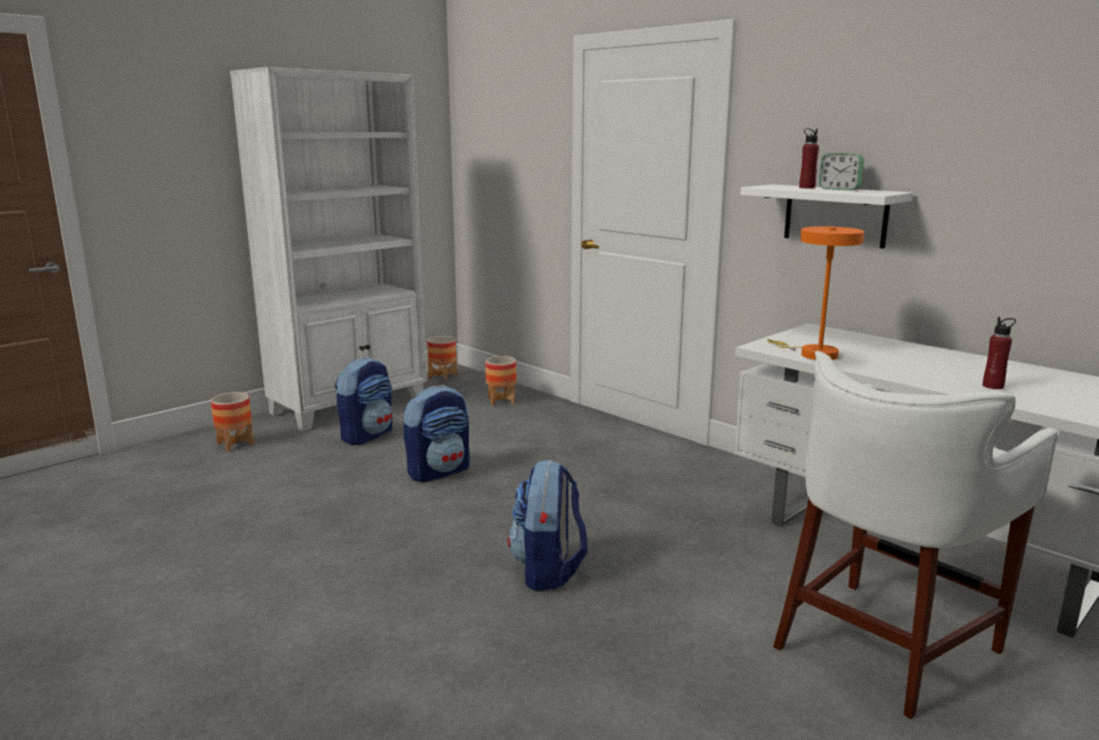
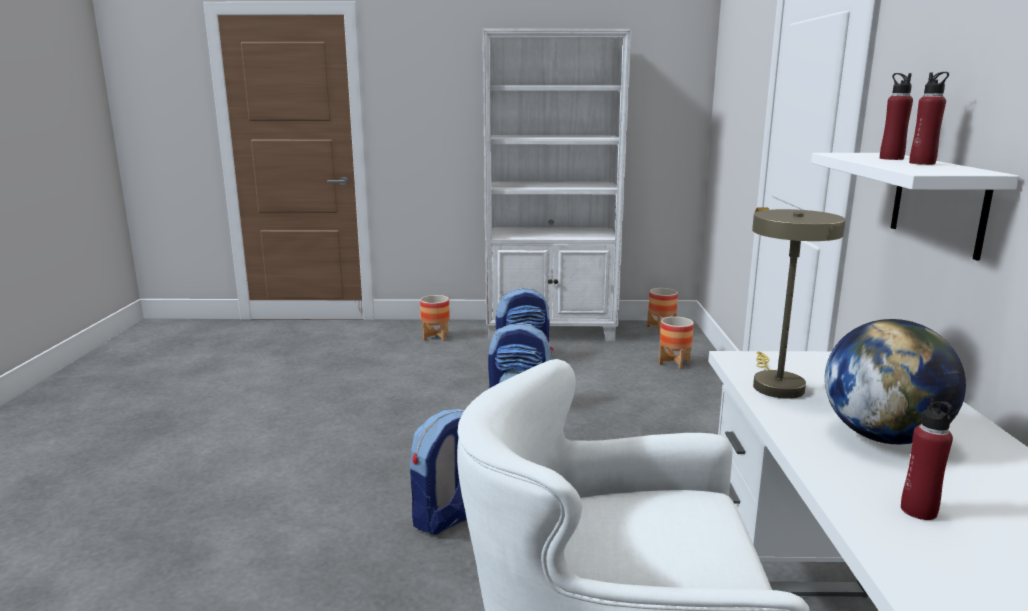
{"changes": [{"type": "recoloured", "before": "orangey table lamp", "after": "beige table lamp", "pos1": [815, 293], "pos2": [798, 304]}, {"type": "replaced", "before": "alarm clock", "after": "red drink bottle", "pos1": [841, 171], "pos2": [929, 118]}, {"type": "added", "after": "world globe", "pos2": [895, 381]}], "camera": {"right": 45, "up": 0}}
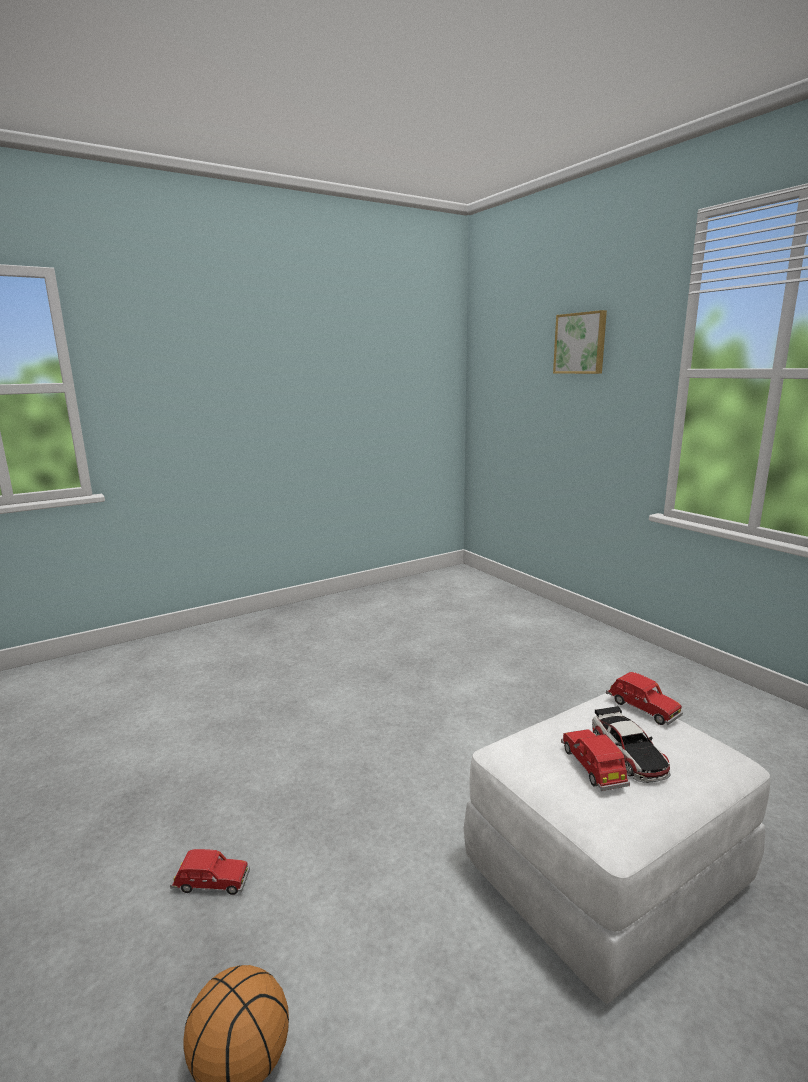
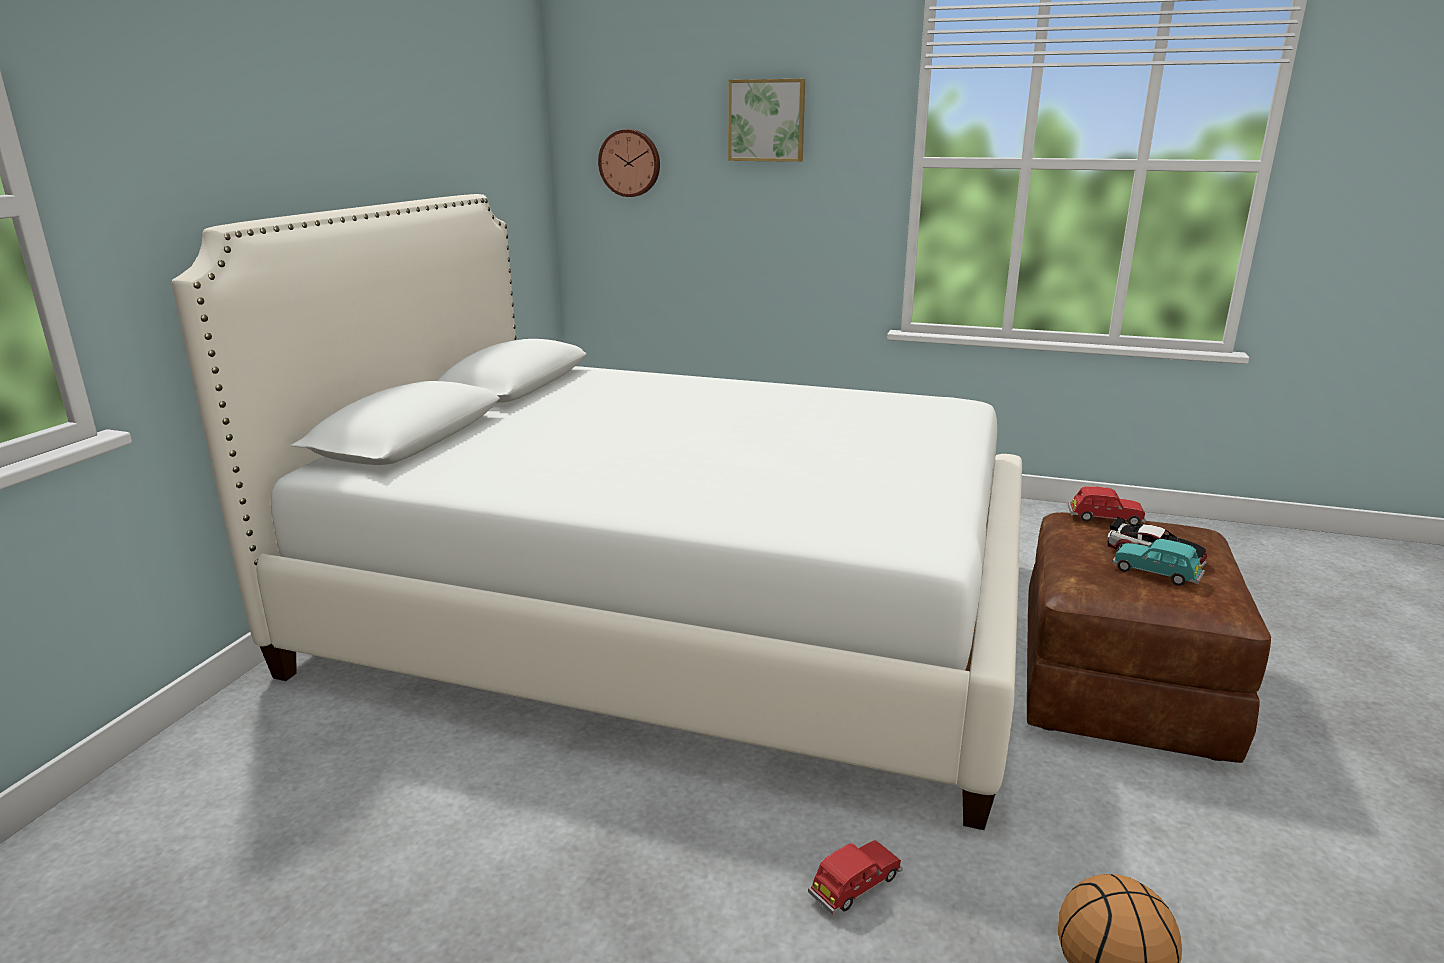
{"changes": [{"type": "recoloured", "before": "whitish pouffe", "after": "brown-coloured pouffe", "pos1": [617, 848], "pos2": [1149, 637]}, {"type": "recoloured", "before": "red toy car", "after": "turquoise-coloured toy car", "pos1": [595, 760], "pos2": [1158, 562]}, {"type": "added", "after": "whitish bedroom bed", "pos2": [596, 512]}, {"type": "added", "after": "clock on the wall", "pos2": [629, 163]}], "camera": {"right": -40, "up": 5}}
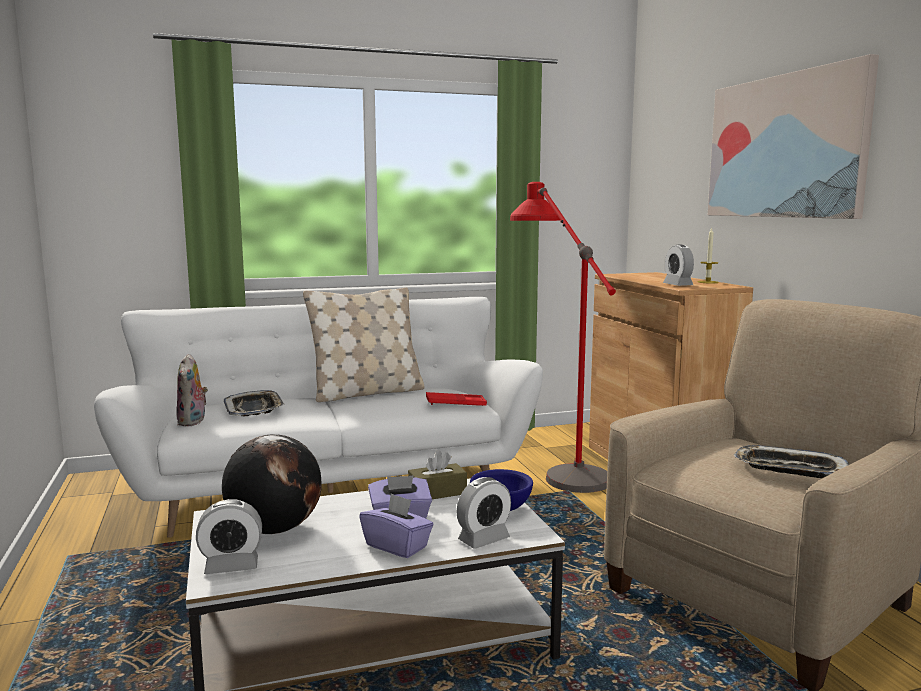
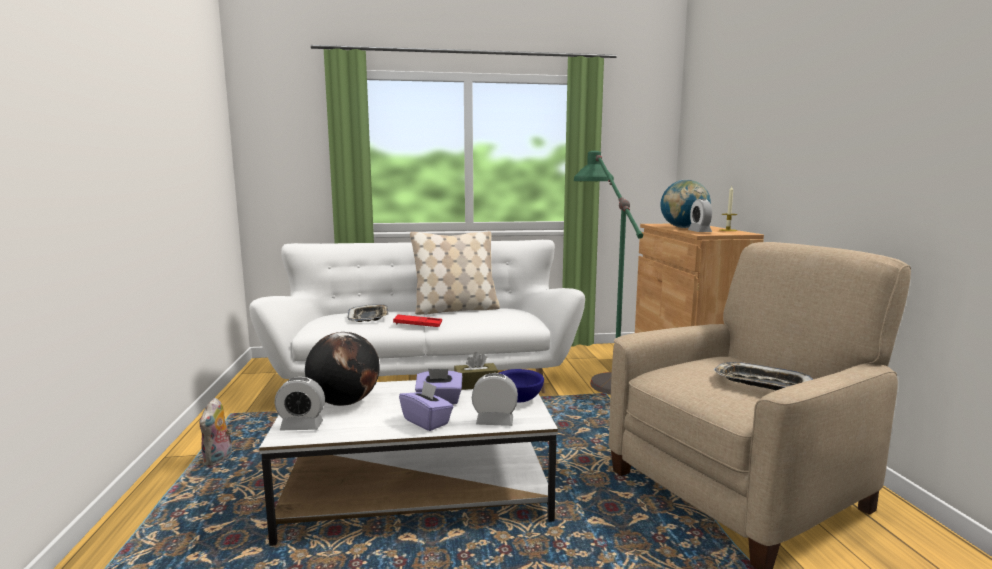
{"changes": [{"type": "moved", "before": "plush toy", "pos1": [192, 389], "pos2": [215, 432]}, {"type": "moved", "before": "red serving tray", "pos1": [456, 399], "pos2": [417, 320]}, {"type": "turned", "before": "alarm clock", "pos1": [484, 513], "pos2": [495, 399], "turn": -150}, {"type": "recoloured", "before": "red standard lamp", "after": "greenish standard lamp", "pos1": [563, 337], "pos2": [608, 273]}, {"type": "removed", "before": "wall art", "pos1": [793, 136]}, {"type": "added", "after": "world globe", "pos2": [685, 204]}], "camera": {"right": 10, "up": 0}}
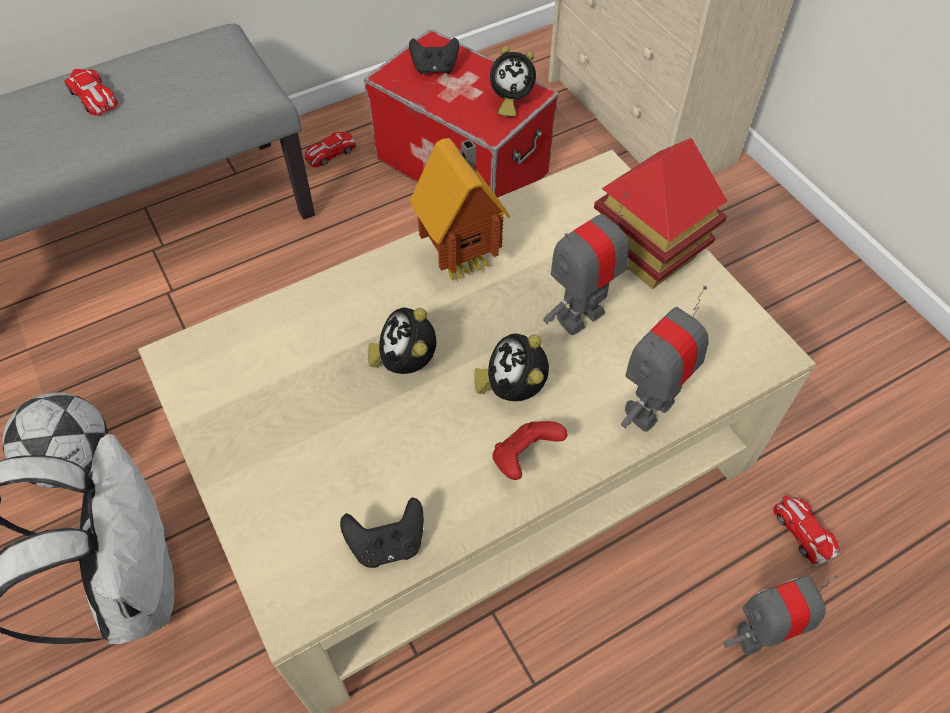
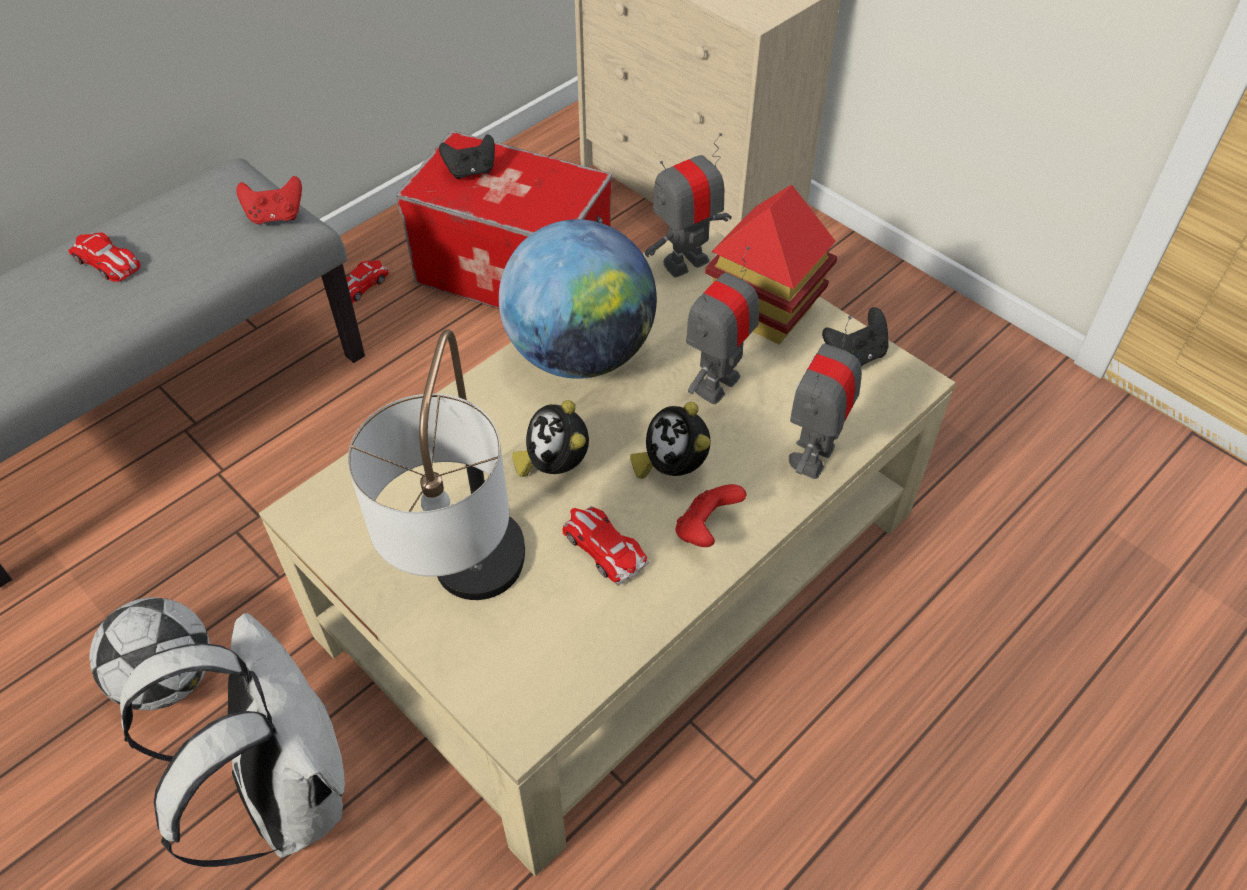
{"changes": [{"type": "moved", "before": "black game controller", "pos1": [382, 533], "pos2": [855, 336]}, {"type": "replaced", "before": "model house", "after": "world globe", "pos1": [460, 210], "pos2": [578, 299]}, {"type": "removed", "before": "alarm clock", "pos1": [513, 81]}, {"type": "moved", "before": "model robot", "pos1": [780, 615], "pos2": [688, 205]}, {"type": "moved", "before": "toy car", "pos1": [807, 531], "pos2": [606, 546]}, {"type": "added", "after": "red game controller", "pos2": [269, 200]}, {"type": "added", "after": "table lamp", "pos2": [436, 464]}], "camera": {"right": -15, "up": -5}}
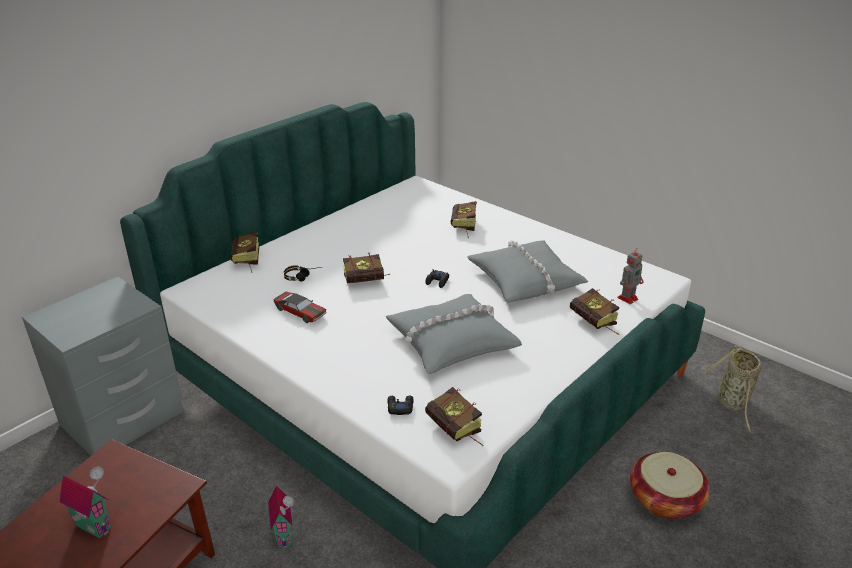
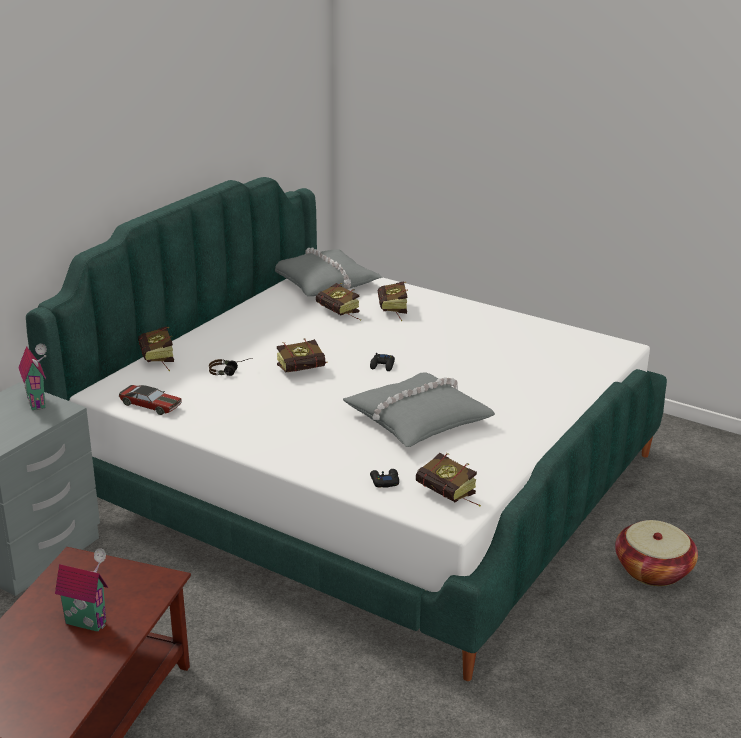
{"changes": [{"type": "moved", "before": "model house", "pos1": [281, 517], "pos2": [32, 377]}, {"type": "moved", "before": "toy car", "pos1": [300, 307], "pos2": [150, 400]}, {"type": "moved", "before": "gray throw pillow", "pos1": [527, 271], "pos2": [328, 272]}, {"type": "moved", "before": "book", "pos1": [594, 311], "pos2": [338, 302]}, {"type": "removed", "before": "model robot", "pos1": [630, 276]}, {"type": "removed", "before": "storage basket", "pos1": [732, 389]}], "camera": {"right": -10, "up": -5}}
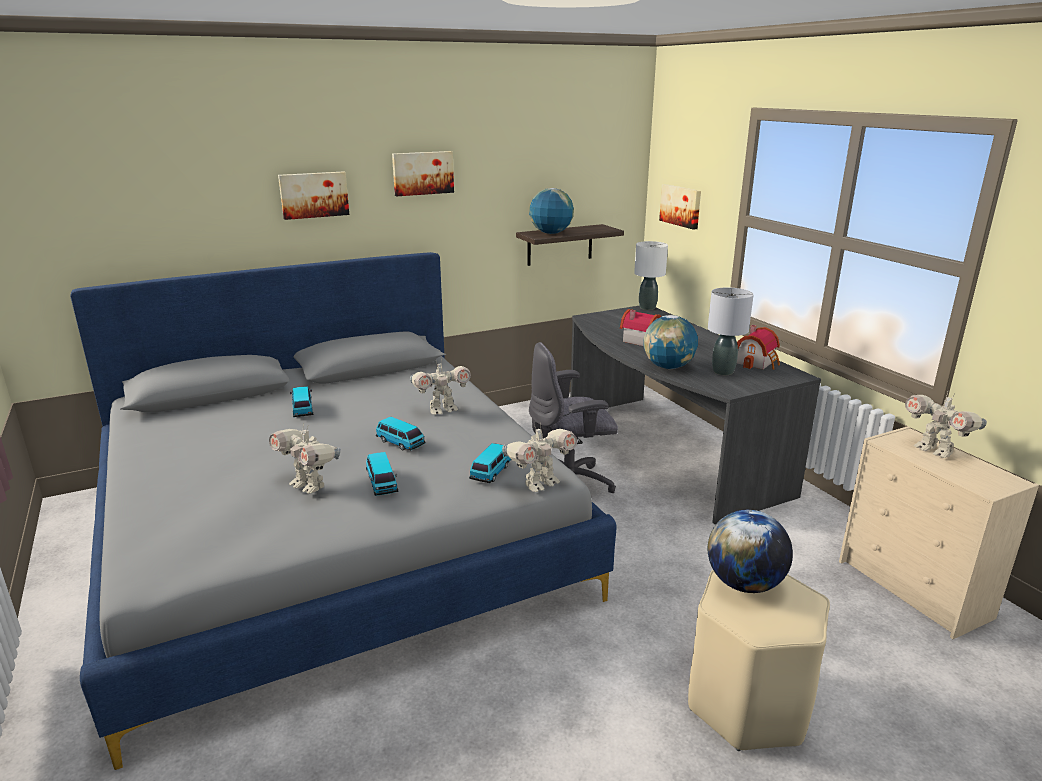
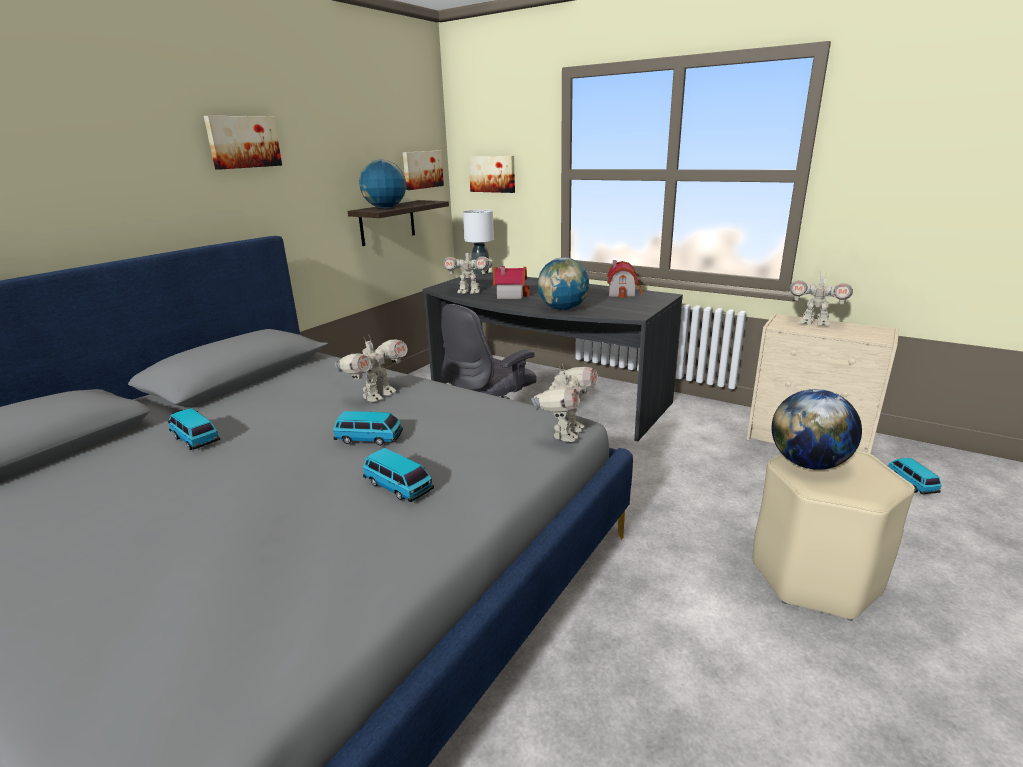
{"changes": [{"type": "moved", "before": "model robot", "pos1": [305, 458], "pos2": [468, 271]}, {"type": "moved", "before": "wall art", "pos1": [313, 195], "pos2": [423, 170]}, {"type": "moved", "before": "toy car", "pos1": [490, 463], "pos2": [914, 476]}, {"type": "removed", "before": "gray table lamp", "pos1": [731, 331]}], "camera": {"right": -30, "up": 0}}
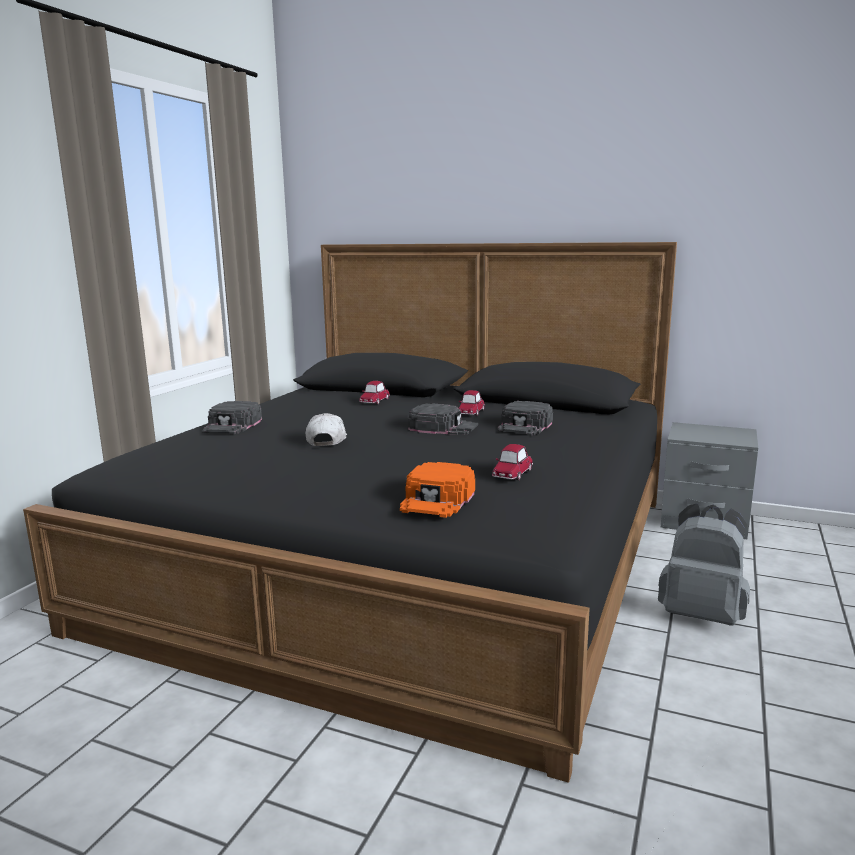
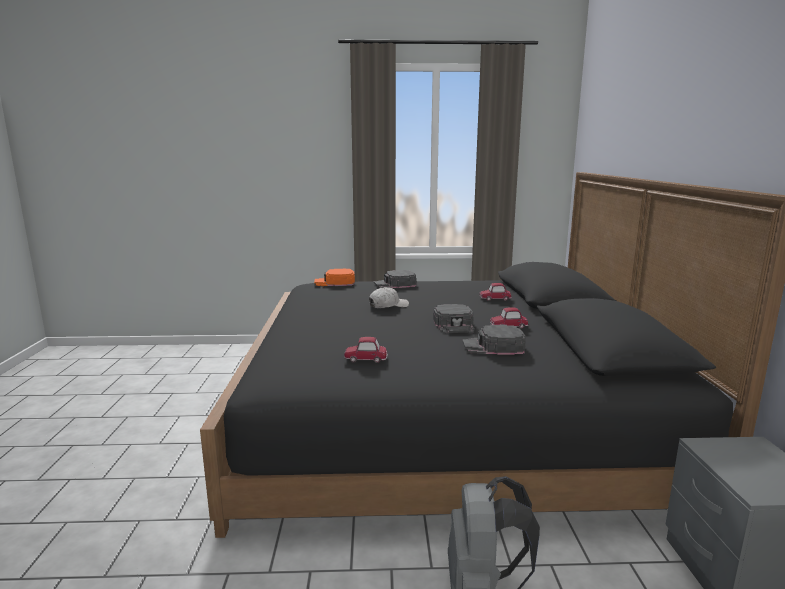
{"changes": [{"type": "moved", "before": "orangey baseball cap", "pos1": [437, 490], "pos2": [334, 277]}], "camera": {"right": 65, "up": 0}}
